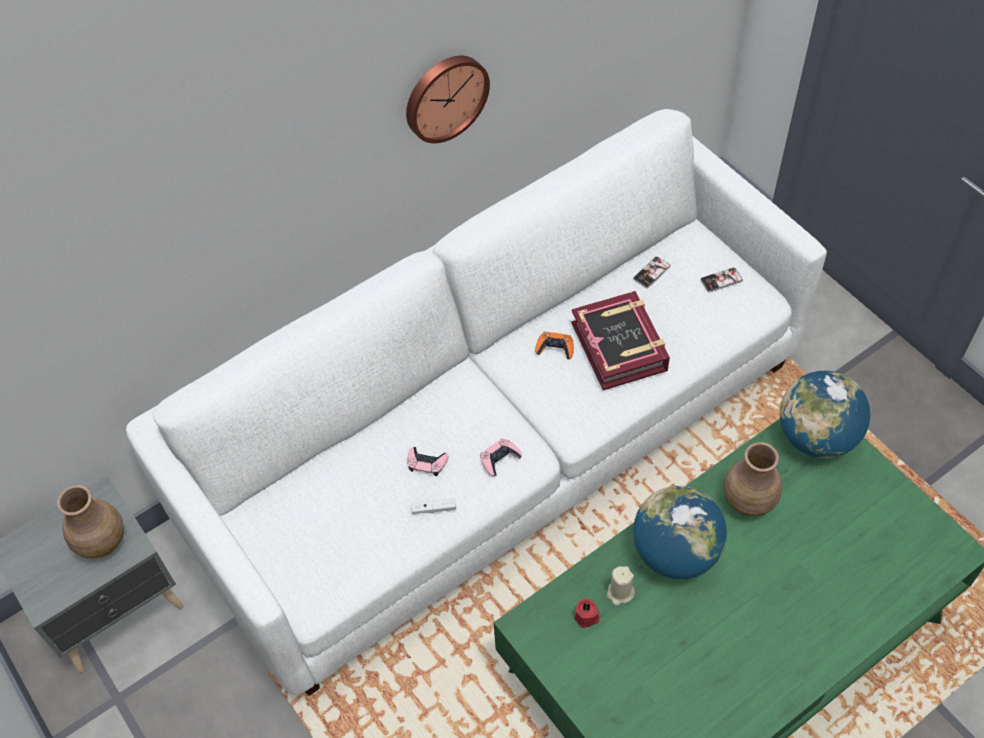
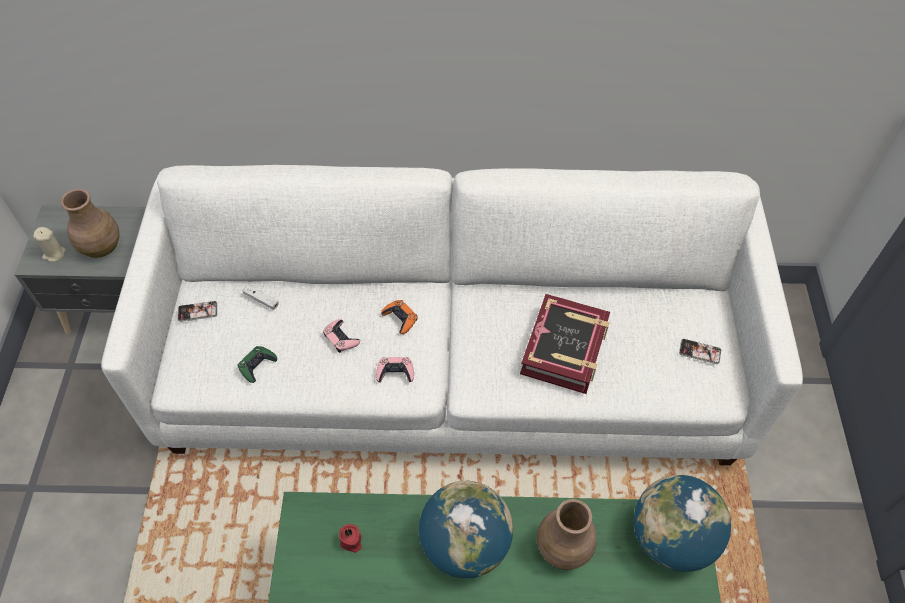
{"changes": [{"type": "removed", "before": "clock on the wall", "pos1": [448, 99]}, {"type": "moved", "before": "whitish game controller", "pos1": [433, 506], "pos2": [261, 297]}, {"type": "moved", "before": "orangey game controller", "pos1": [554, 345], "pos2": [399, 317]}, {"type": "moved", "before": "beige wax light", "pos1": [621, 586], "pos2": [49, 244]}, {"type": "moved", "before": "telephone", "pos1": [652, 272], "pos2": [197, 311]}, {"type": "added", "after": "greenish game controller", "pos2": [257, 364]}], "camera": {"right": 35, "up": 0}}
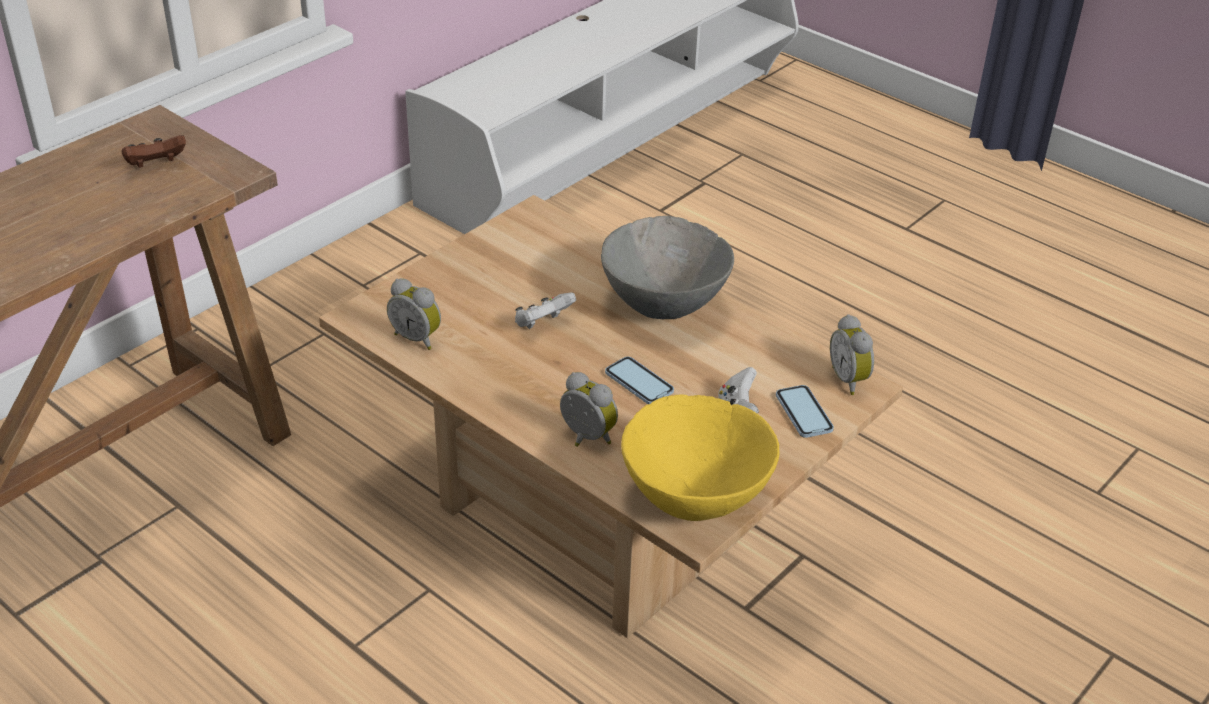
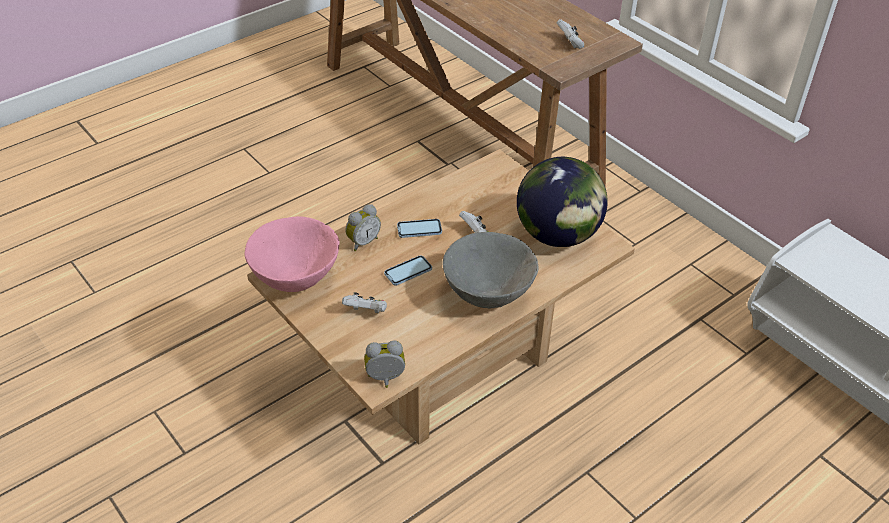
{"changes": [{"type": "recoloured", "before": "brown-coloured game controller", "after": "whitish game controller", "pos1": [154, 151], "pos2": [571, 34]}, {"type": "removed", "before": "alarm clock", "pos1": [414, 314]}, {"type": "recoloured", "before": "yellow-coloured serving bowl", "after": "pink serving bowl", "pos1": [700, 458], "pos2": [292, 254]}, {"type": "moved", "before": "telephone", "pos1": [805, 411], "pos2": [419, 228]}, {"type": "added", "after": "world globe", "pos2": [562, 202]}], "camera": {"right": 100, "up": 5}}
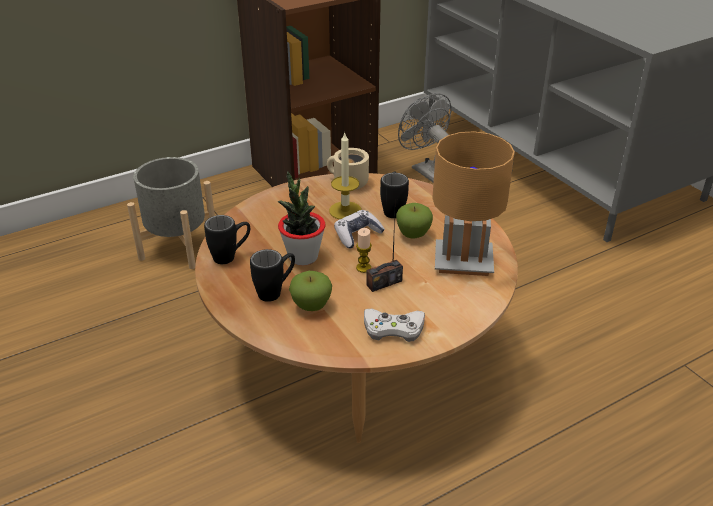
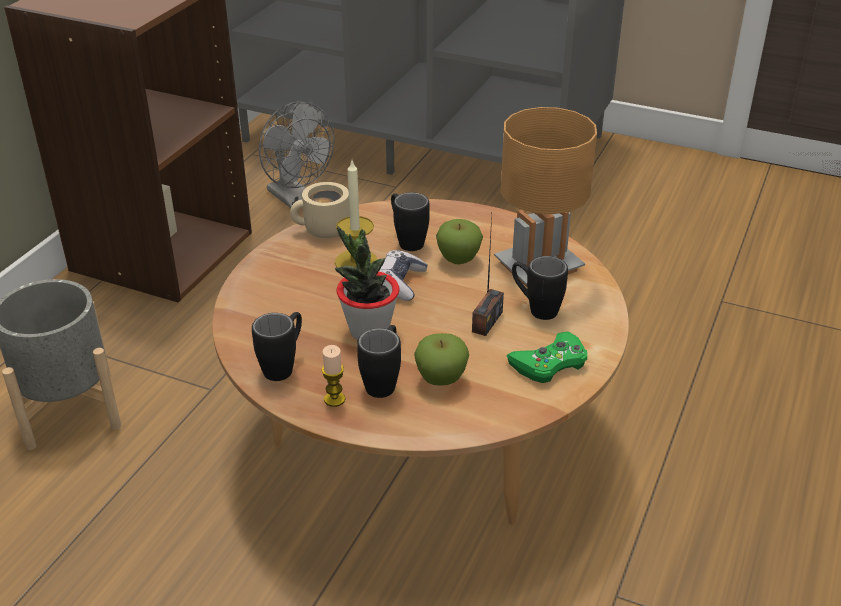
{"changes": [{"type": "moved", "before": "wax light", "pos1": [364, 250], "pos2": [333, 376]}, {"type": "recoloured", "before": "whitish game controller", "after": "greenish game controller", "pos1": [394, 325], "pos2": [546, 357]}, {"type": "turned", "before": "gray fan", "pos1": [425, 138], "pos2": [296, 155], "turn": -150}, {"type": "added", "after": "black tea mug", "pos2": [540, 288]}], "camera": {"right": -35, "up": 0}}
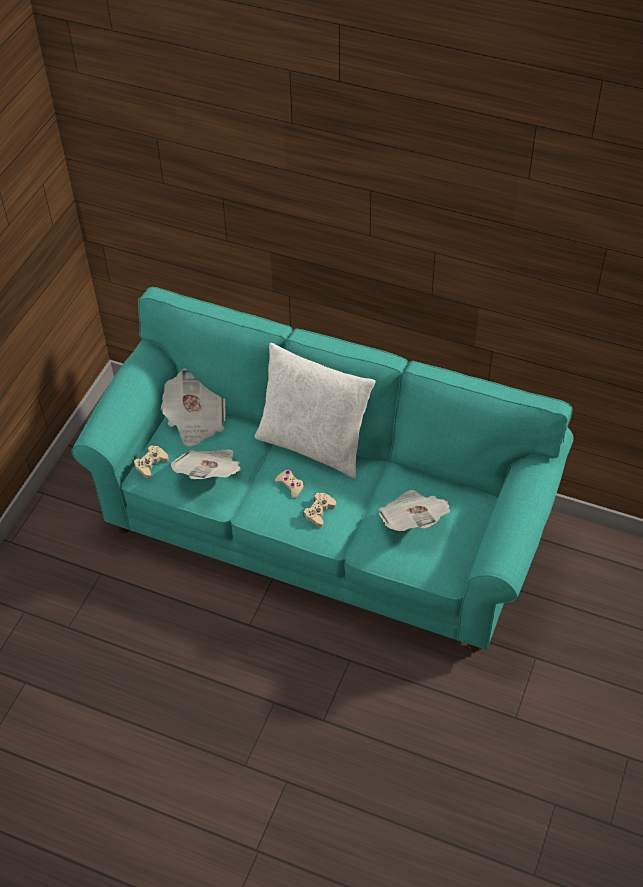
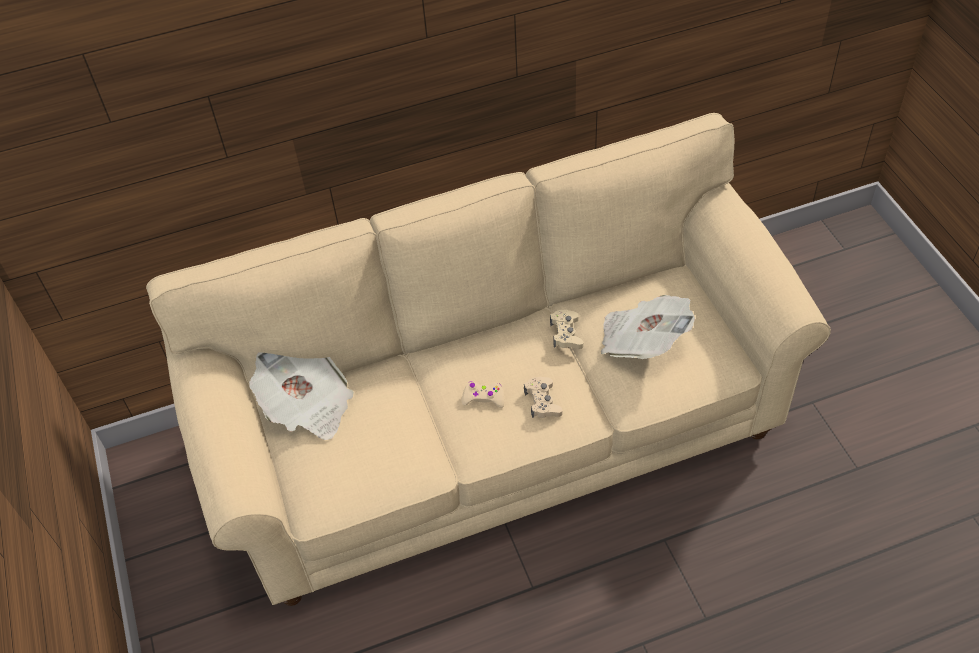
{"changes": [{"type": "recoloured", "before": "turquoise-coloured settee", "after": "beige settee", "pos1": [322, 469], "pos2": [488, 359]}, {"type": "moved", "before": "beige game controller", "pos1": [151, 462], "pos2": [567, 329]}, {"type": "removed", "before": "newspaper", "pos1": [206, 464]}, {"type": "removed", "before": "whitish throw pillow", "pos1": [315, 410]}], "camera": {"right": -40, "up": 0}}
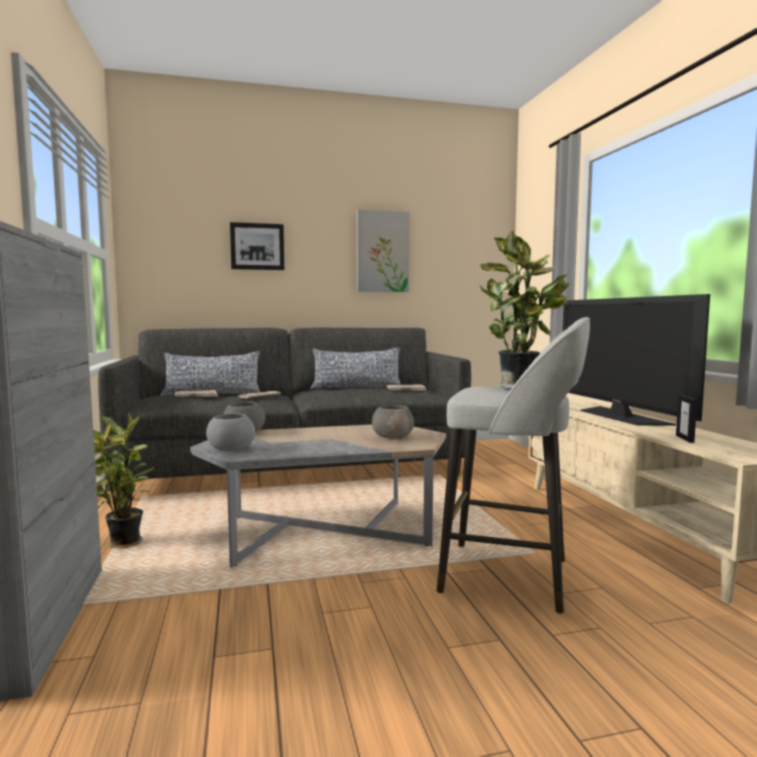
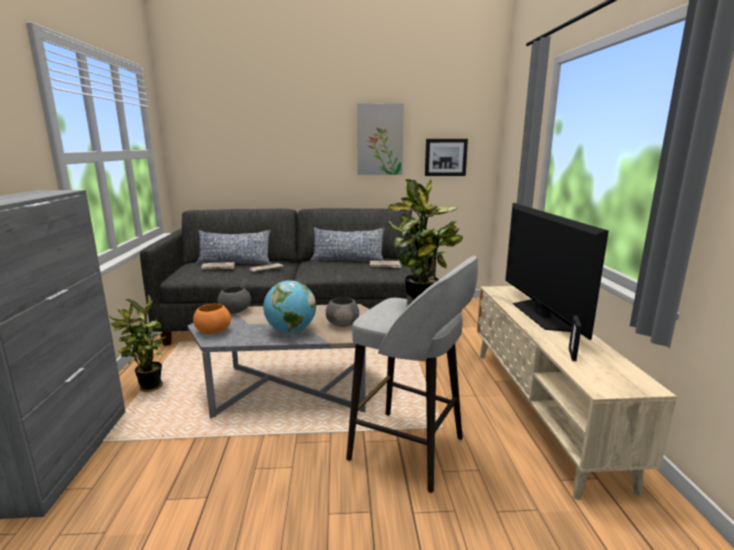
{"changes": [{"type": "recoloured", "before": "gray serving bowl", "after": "orangey serving bowl", "pos1": [230, 433], "pos2": [212, 319]}, {"type": "moved", "before": "wall art", "pos1": [257, 246], "pos2": [446, 157]}, {"type": "added", "after": "world globe", "pos2": [289, 306]}], "camera": {"right": 10, "up": 10}}
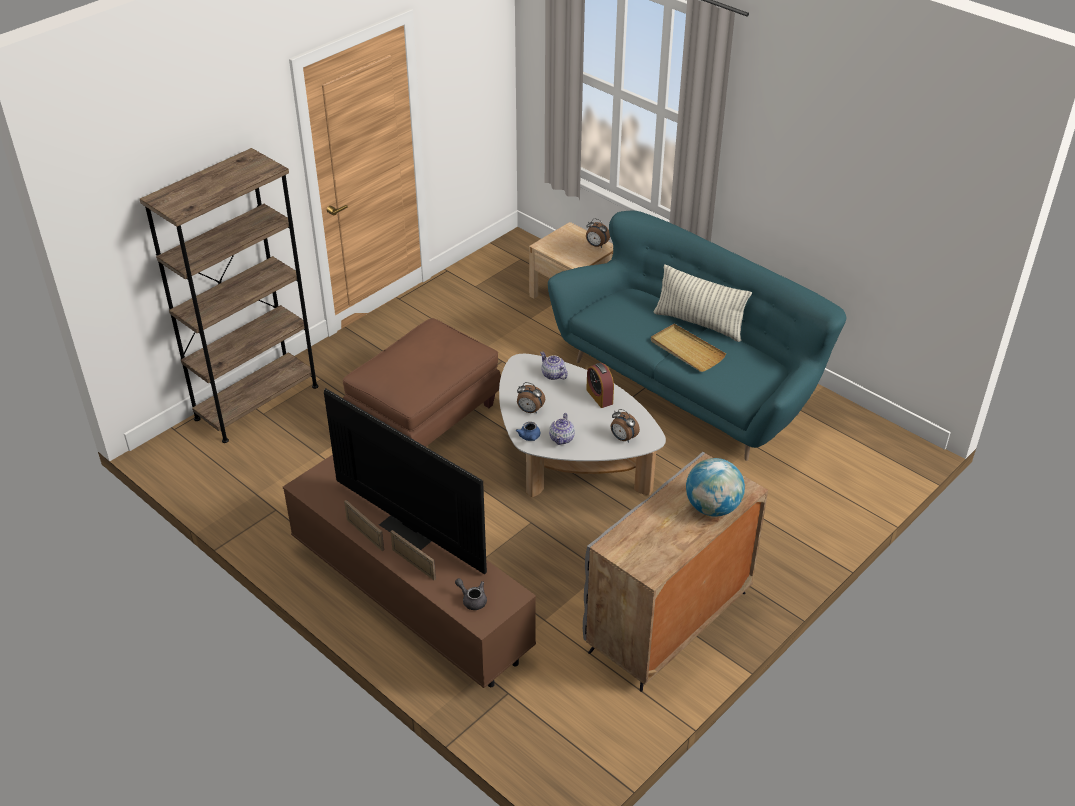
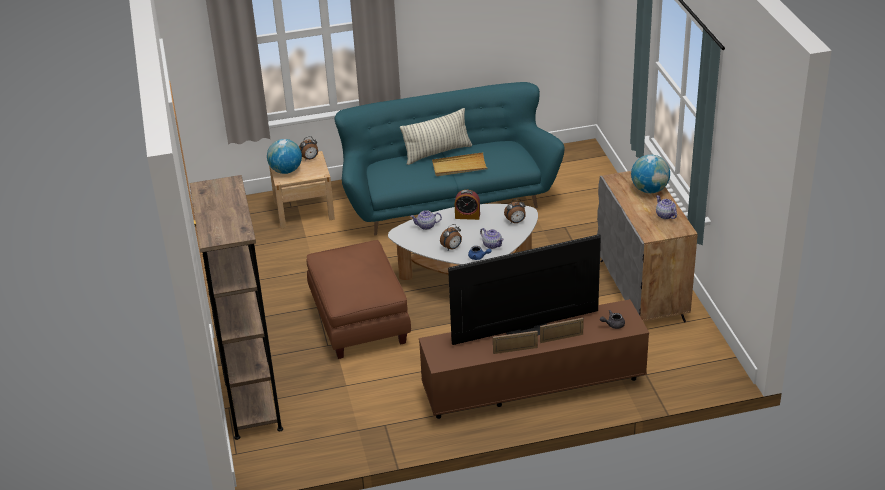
{"changes": [{"type": "added", "after": "world globe", "pos2": [284, 156]}, {"type": "added", "after": "teapot", "pos2": [666, 207]}], "camera": {"right": -55, "up": -5}}
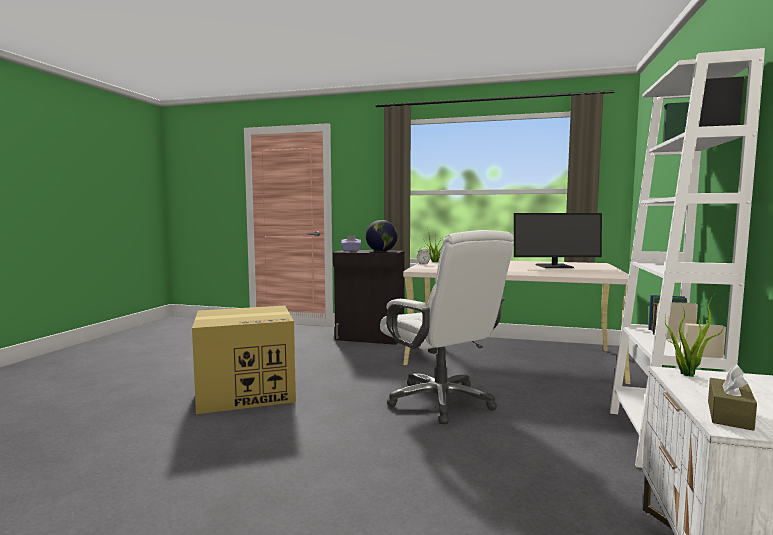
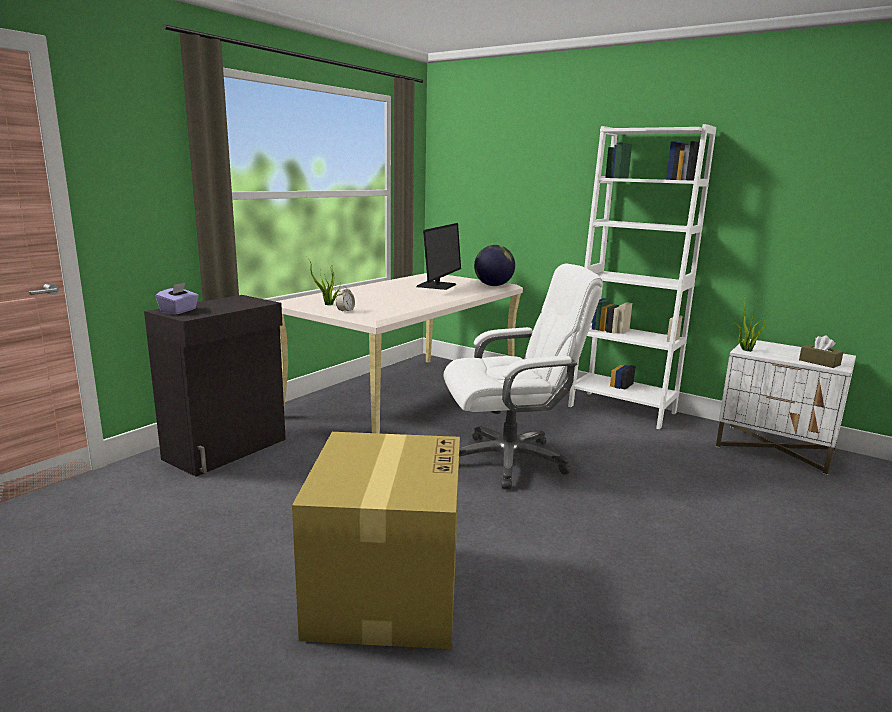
{"changes": [{"type": "moved", "before": "world globe", "pos1": [382, 236], "pos2": [494, 265]}], "camera": {"right": -70, "up": 10}}
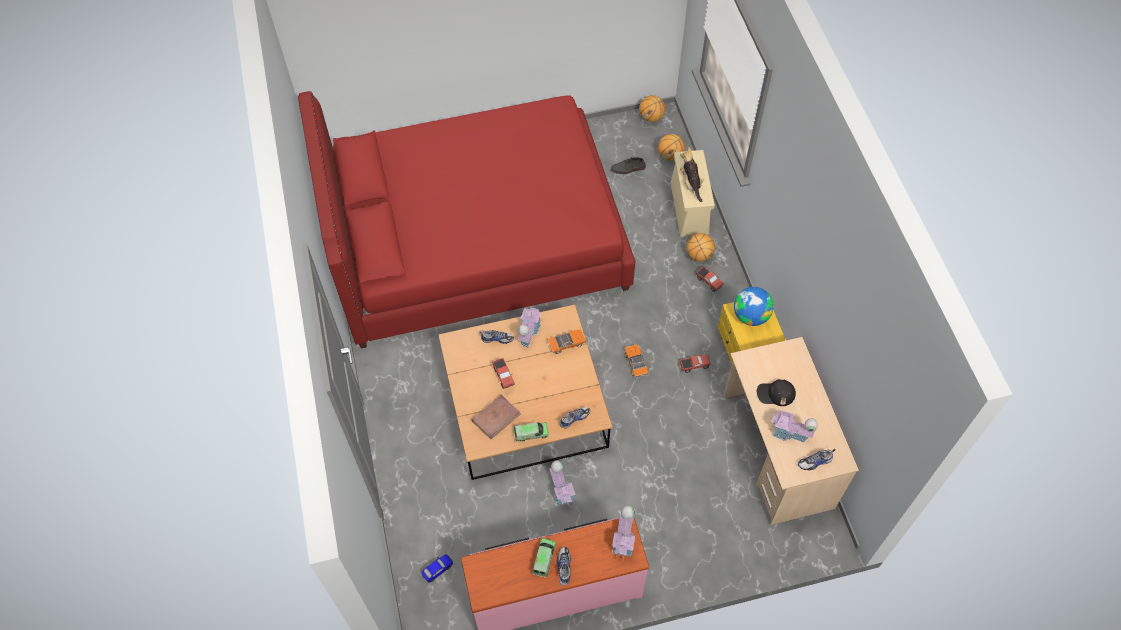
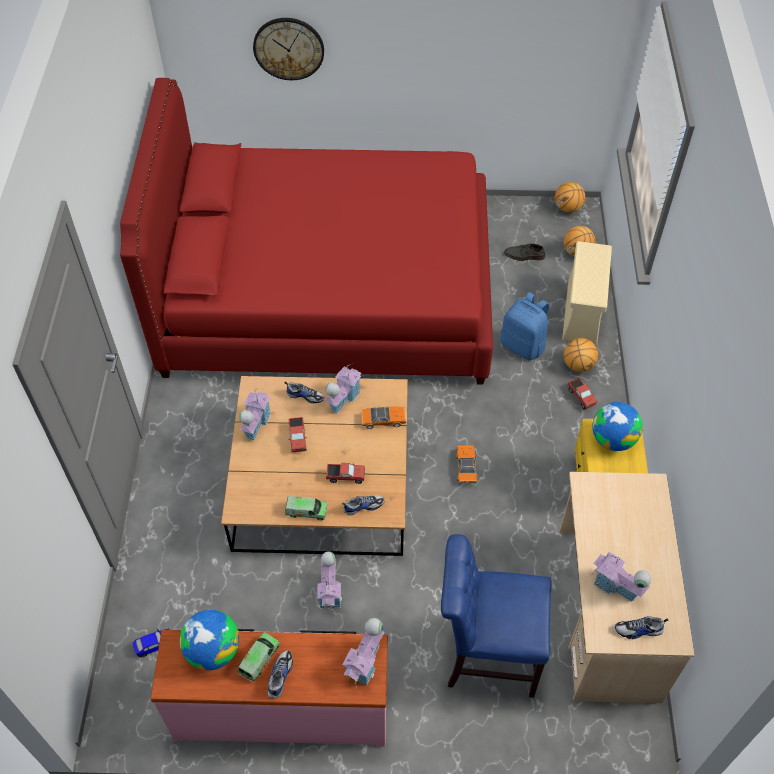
{"changes": [{"type": "removed", "before": "brown-coloured book", "pos1": [496, 417]}, {"type": "removed", "before": "plush toy", "pos1": [692, 174]}, {"type": "moved", "before": "model truck", "pos1": [695, 363], "pos2": [345, 473]}, {"type": "removed", "before": "black baseball cap", "pos1": [776, 392]}, {"type": "added", "after": "world globe", "pos2": [209, 640]}, {"type": "added", "after": "model house", "pos2": [255, 414]}, {"type": "added", "after": "clock on the wall", "pos2": [288, 49]}, {"type": "added", "after": "blue upright chair", "pos2": [496, 616]}, {"type": "added", "after": "blue knapsack", "pos2": [525, 326]}], "camera": {"right": 15, "up": -5}}
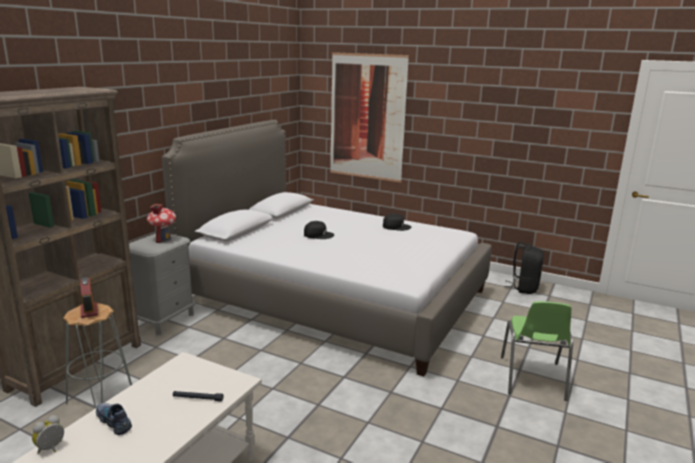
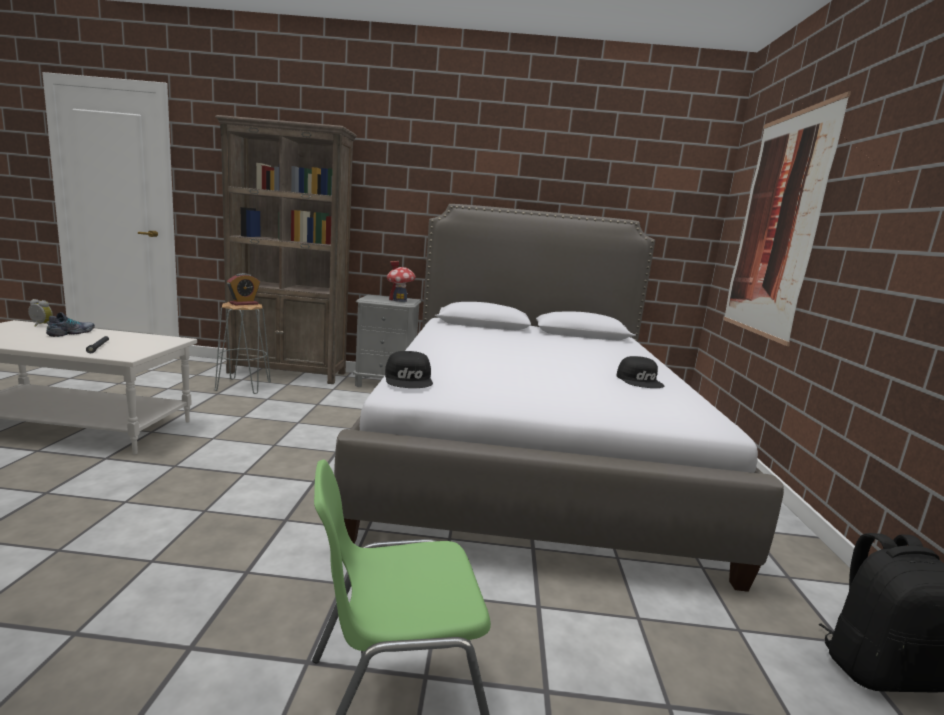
{"changes": [{"type": "moved", "before": "black baseball cap", "pos1": [319, 230], "pos2": [409, 369]}], "camera": {"right": 65, "up": -5}}
